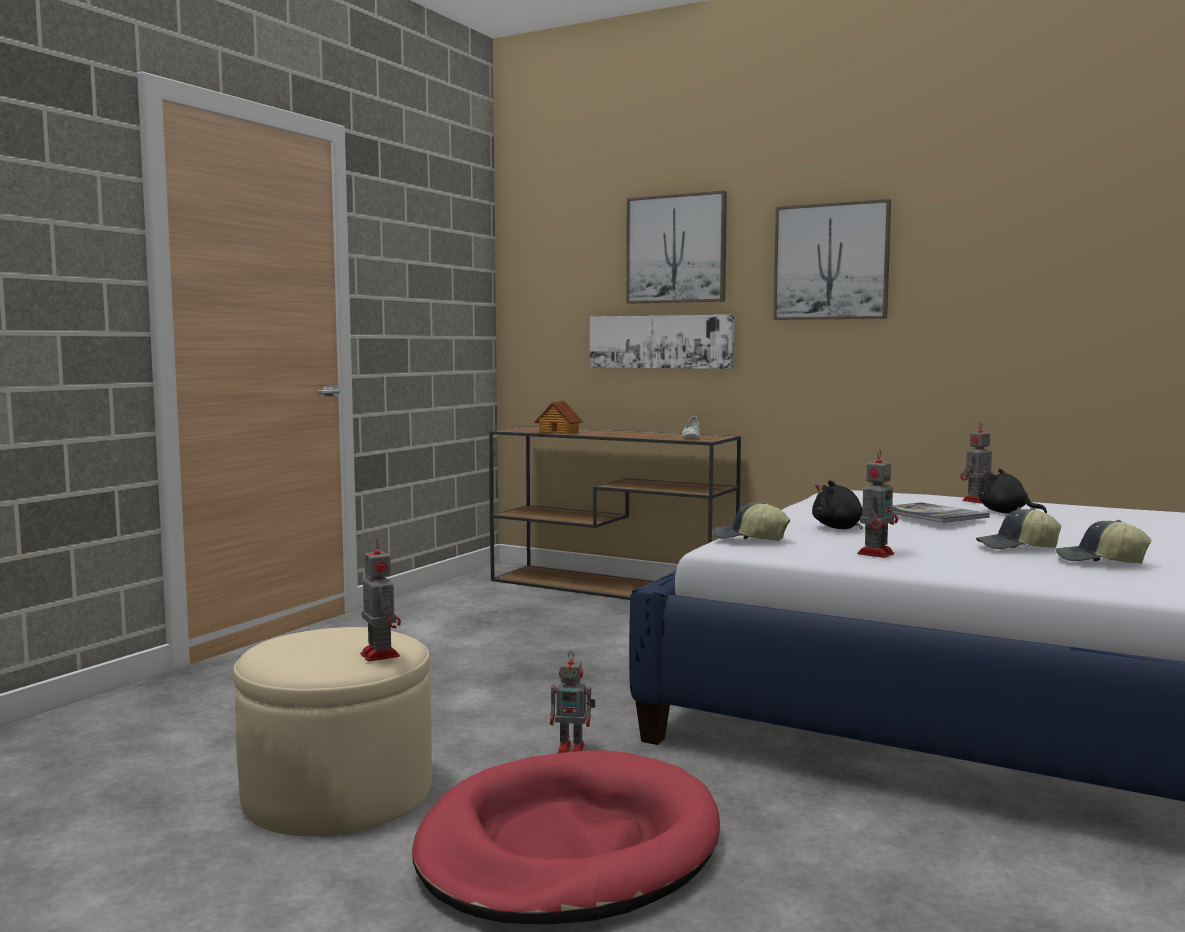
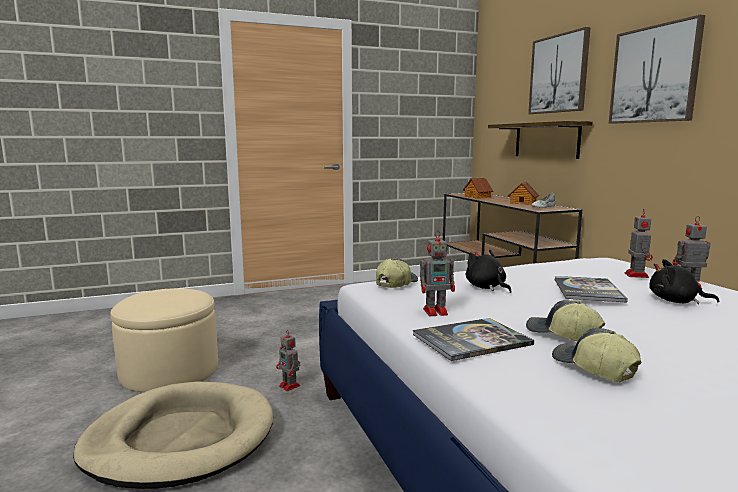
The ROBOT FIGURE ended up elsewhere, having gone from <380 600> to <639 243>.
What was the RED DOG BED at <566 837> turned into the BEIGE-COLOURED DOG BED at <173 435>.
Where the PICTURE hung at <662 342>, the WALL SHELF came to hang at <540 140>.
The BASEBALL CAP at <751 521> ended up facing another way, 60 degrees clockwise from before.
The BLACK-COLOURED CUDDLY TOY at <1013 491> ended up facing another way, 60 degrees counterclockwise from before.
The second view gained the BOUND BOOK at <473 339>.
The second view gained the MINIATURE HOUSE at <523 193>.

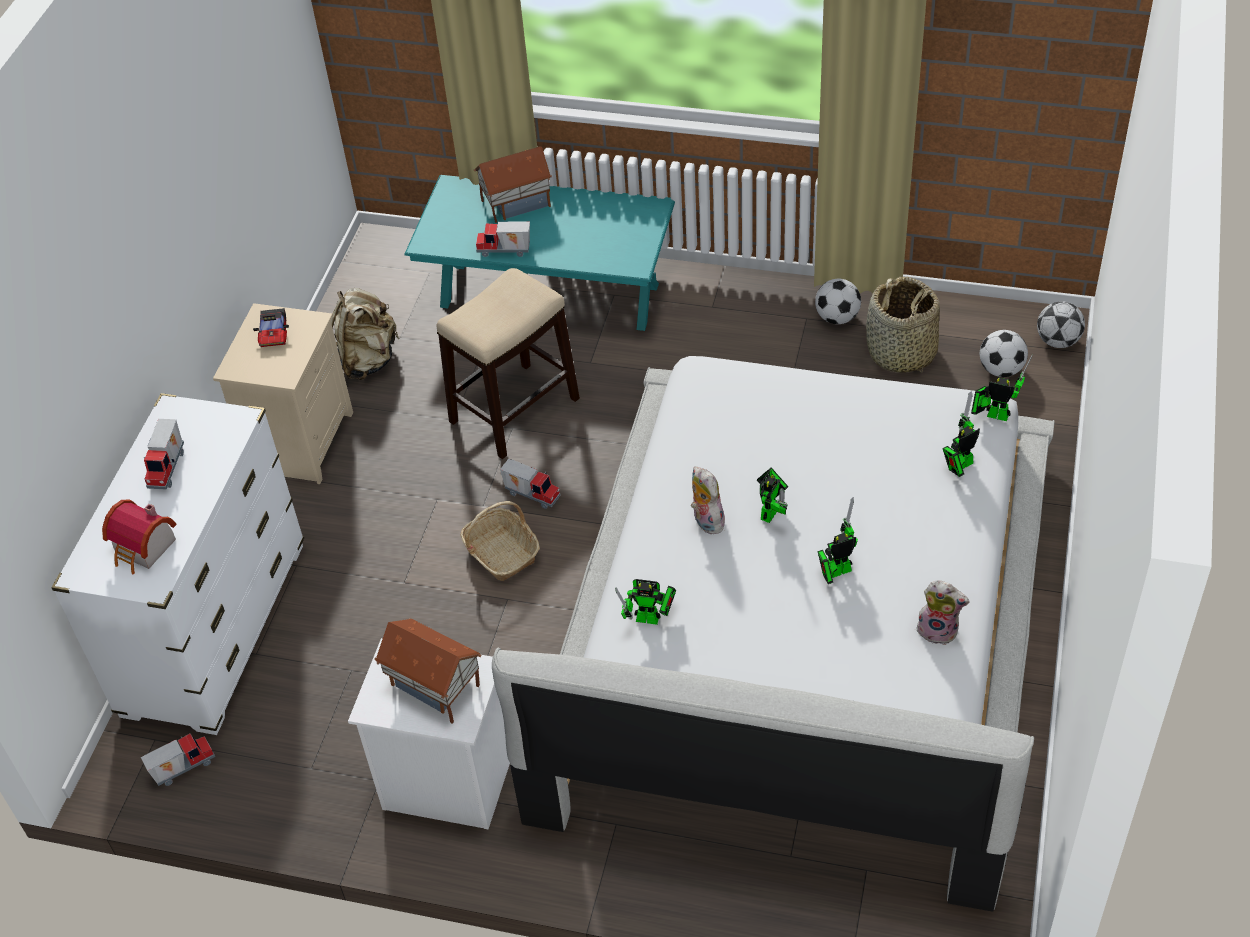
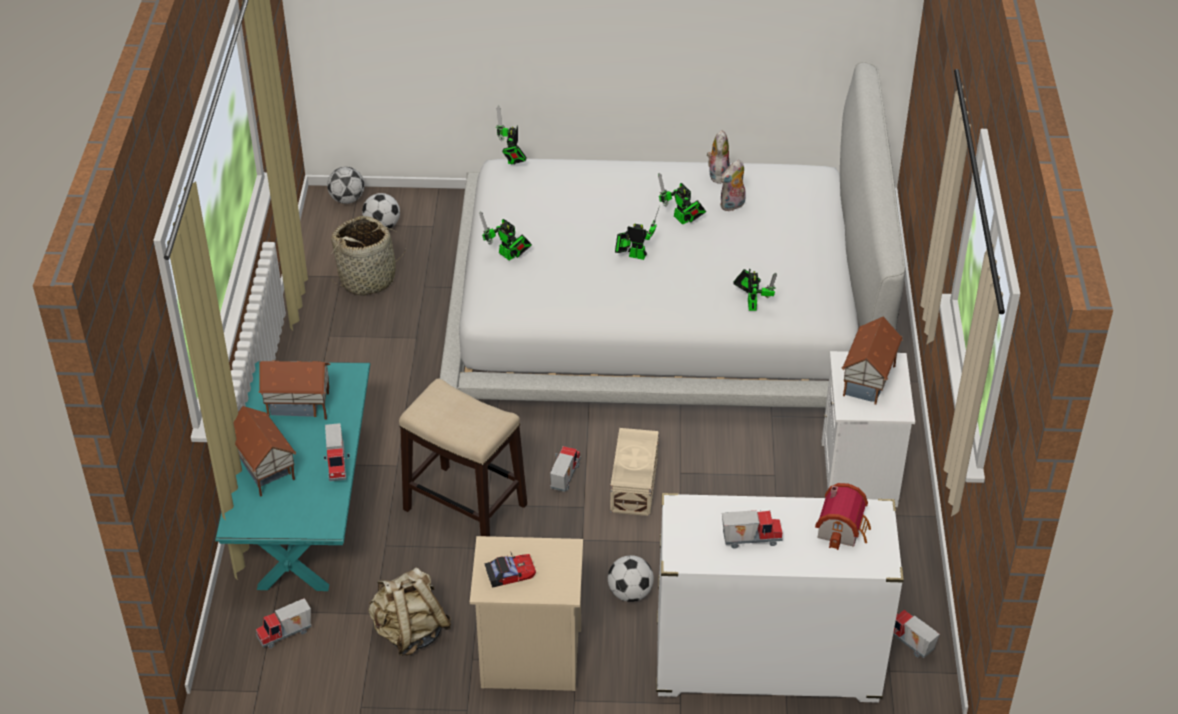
Where the STORAGE BASKET stood at <500 541>, the BEIGE-COLOURED STORAGE BIN came to stand at <634 472>.
The CUDDLY TOY ended up elsewhere, having gone from <708 500> to <733 185>.
The FOOTBALL ended up elsewhere, having gone from <838 301> to <631 578>.
The ROBOT FIGURE ended up elsewhere, having gone from <961 434> to <506 236>.
The second view gained the MODEL TRUCK at <284 623>.
The second view gained the MINIATURE HOUSE at <294 390>.

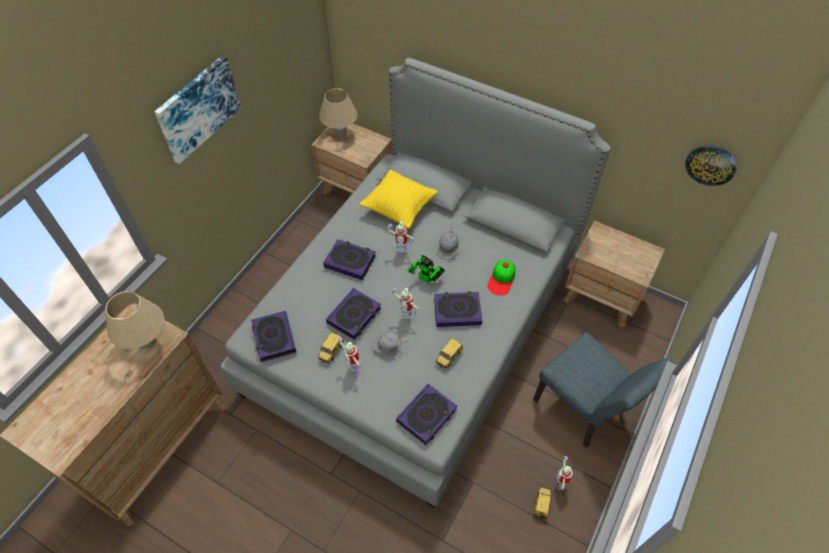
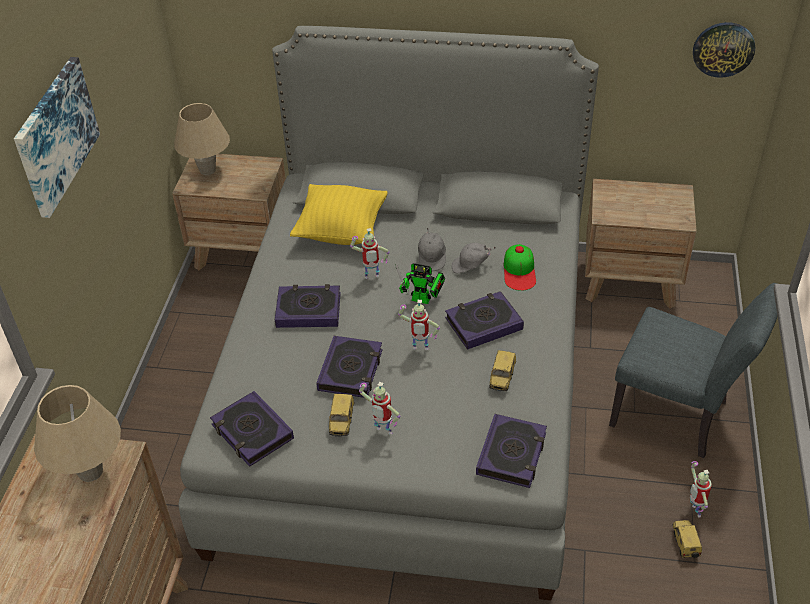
The GREYISH BASEBALL CAP ended up elsewhere, having gone from <389 341> to <474 258>.

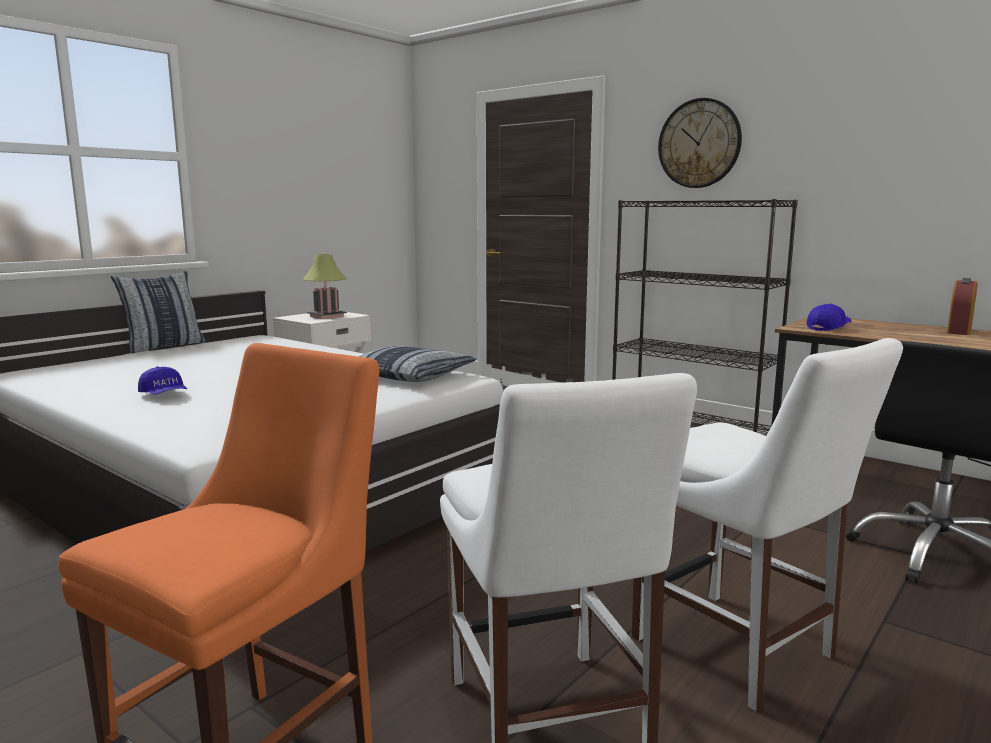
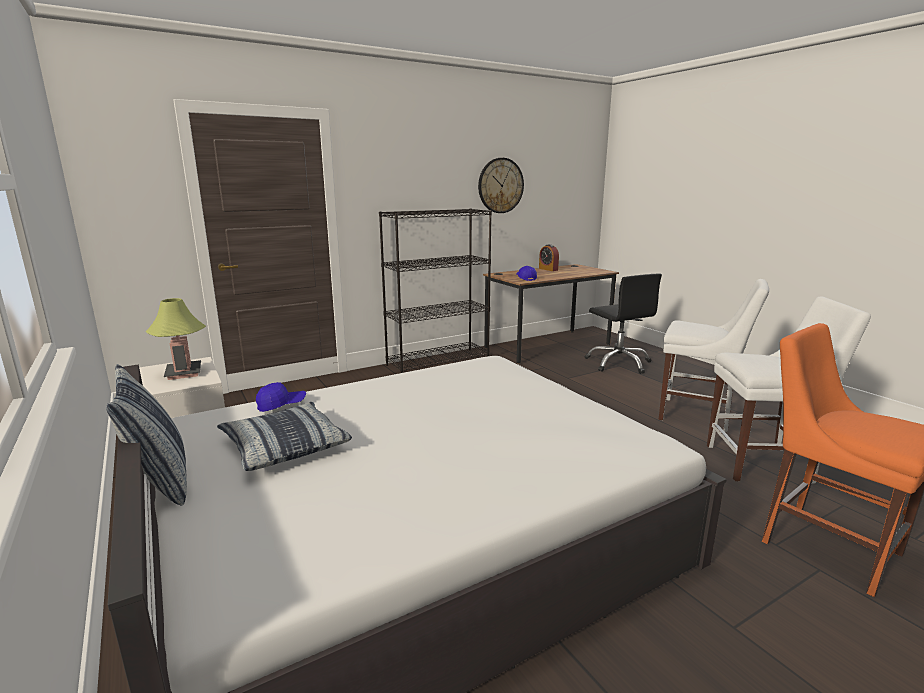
The BLUISH BASEBALL CAP ended up elsewhere, having gone from <162 380> to <281 397>.
The PILLOW ended up elsewhere, having gone from <417 364> to <284 436>.
The WHITE-COLOURED UPRIGHT CHAIR at <767 525> ended up facing another way, 45 degrees clockwise from before.
The WALL CLOCK ended up elsewhere, having gone from <700 143> to <501 185>.

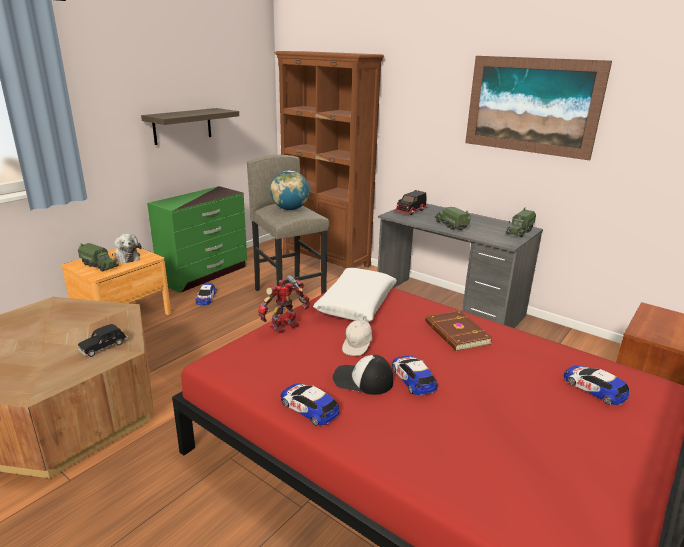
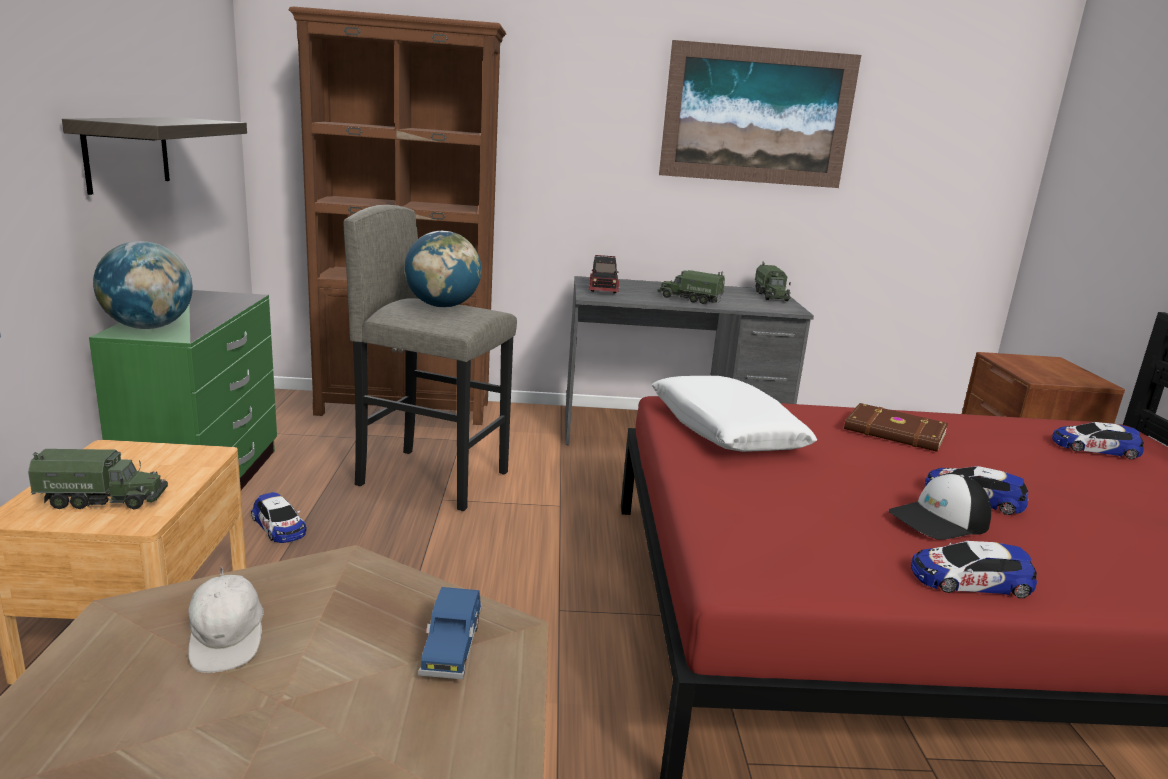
What was the BLACK-COLOURED MINIATURE CAR at <103 340> turned into the BLUISH MINIATURE CAR at <450 633>.
The second view lost the CUDDLY TOY at <128 248>.
The second view lost the ROBOT FIGURE at <284 304>.
The WHITE-COLOURED BASEBALL CAP ended up elsewhere, having gone from <357 336> to <226 619>.
The second view gained the DESK GLOBE at <143 285>.

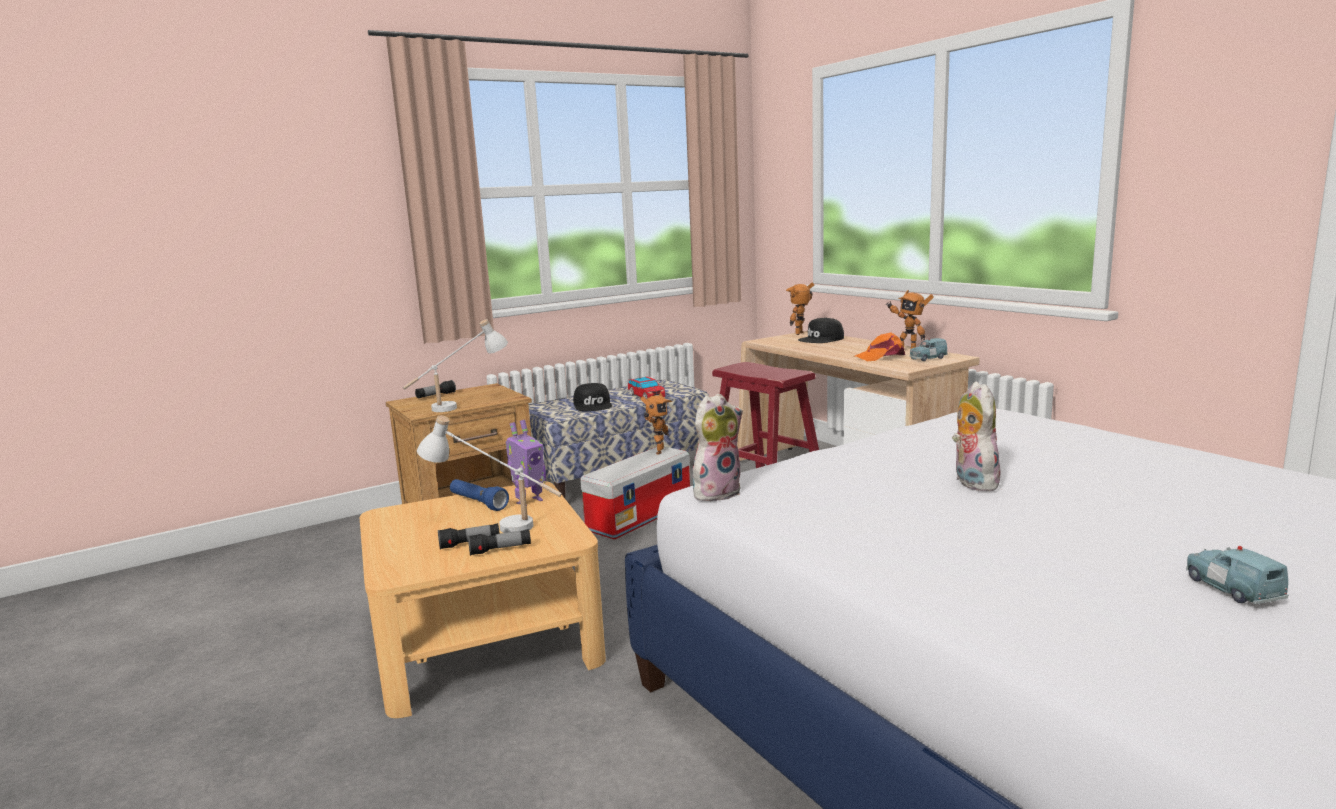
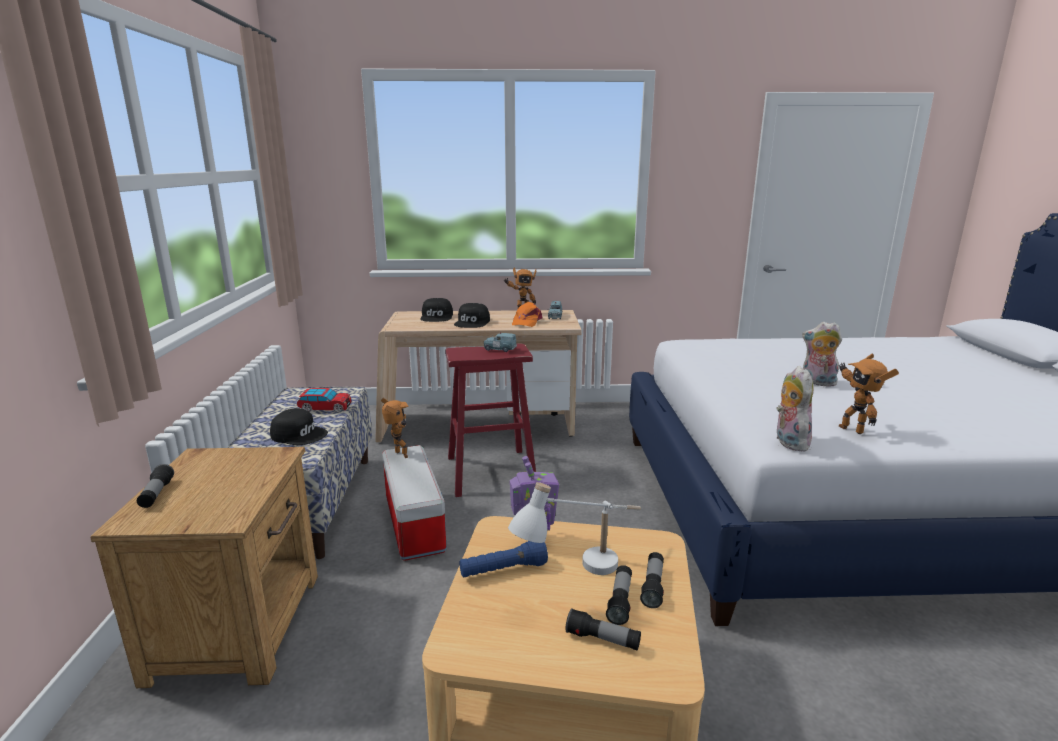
The second view lost the WHITE-COLOURED LAMP FOR A TABLE at <455 365>.
The ROBOT FIGURE ended up elsewhere, having gone from <800 308> to <868 394>.
The BLUISH MINIATURE CAR ended up elsewhere, having gone from <1237 575> to <500 342>.
The second view gained the BLACK-COLOURED BASEBALL CAP at <472 315>.
The second view gained the HAND TORCH at <603 629>.

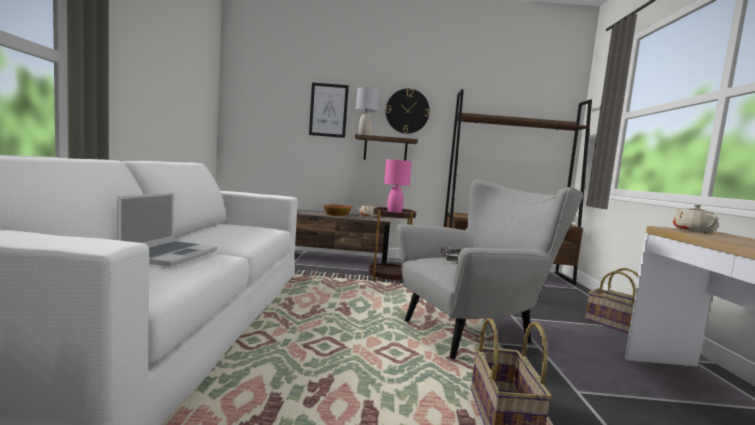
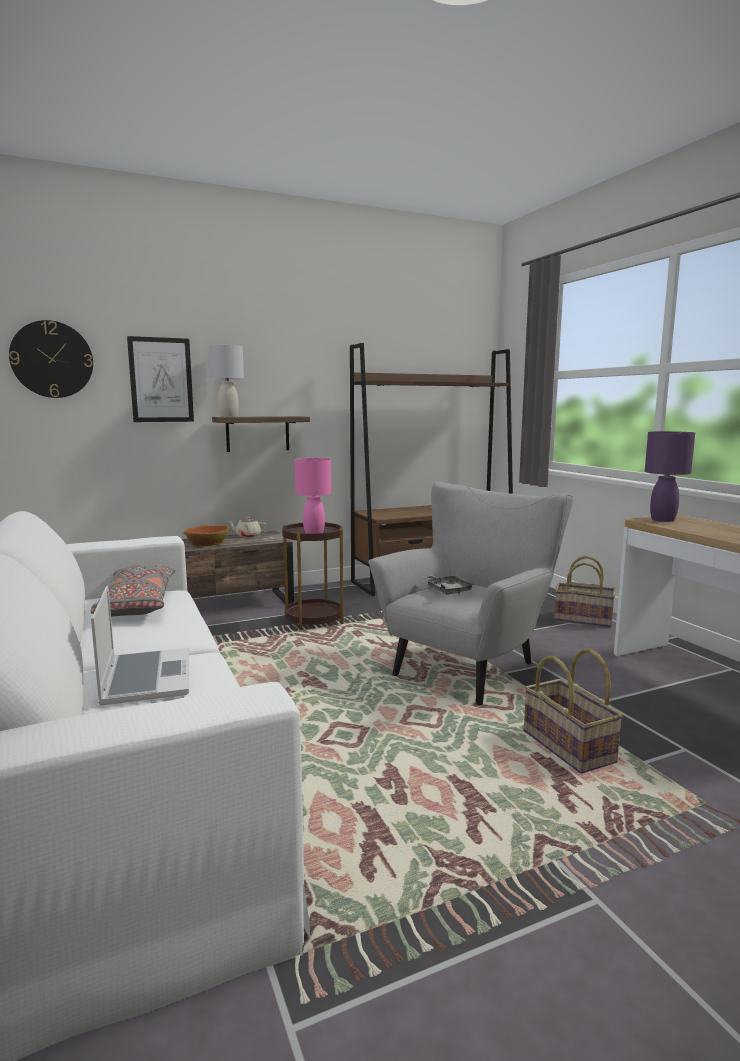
The WALL CLOCK ended up elsewhere, having gone from <408 111> to <51 359>.
Where the BEIGE-COLOURED TEA POT stood at <696 218>, the PURPLISH LAMP FOR A TABLE came to stand at <670 476>.
The second view gained the GREYISH PILLOW at <132 590>.

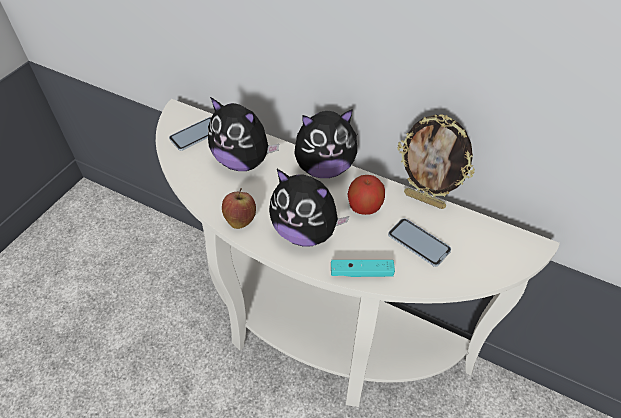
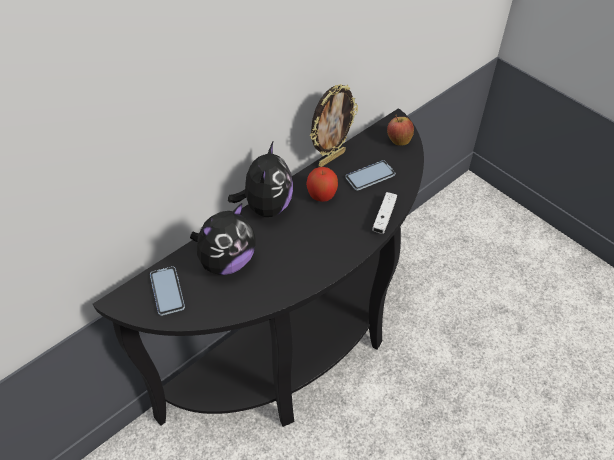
What was the WHITE-COLOURED NARROW TABLE at <358 253> turned into the BLACK-COLOURED NARROW TABLE at <258 267>.
The APPLE FRUIT ended up elsewhere, having gone from <239 208> to <400 130>.
The second view lost the CUDDLY TOY at <309 207>.
What was the BLUE-GREEN GAMEPAD at <363 268> turned into the WHITE-COLOURED GAMEPAD at <384 213>.

